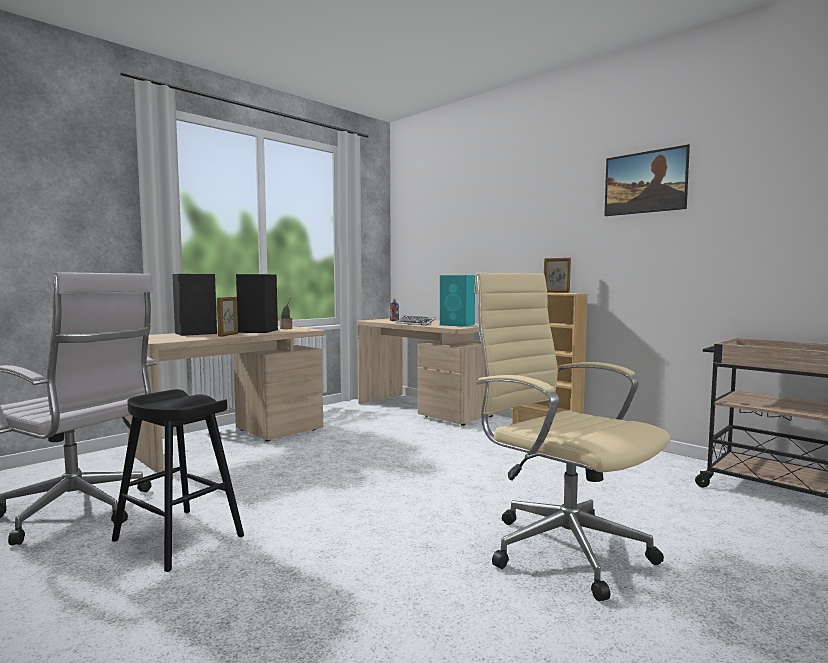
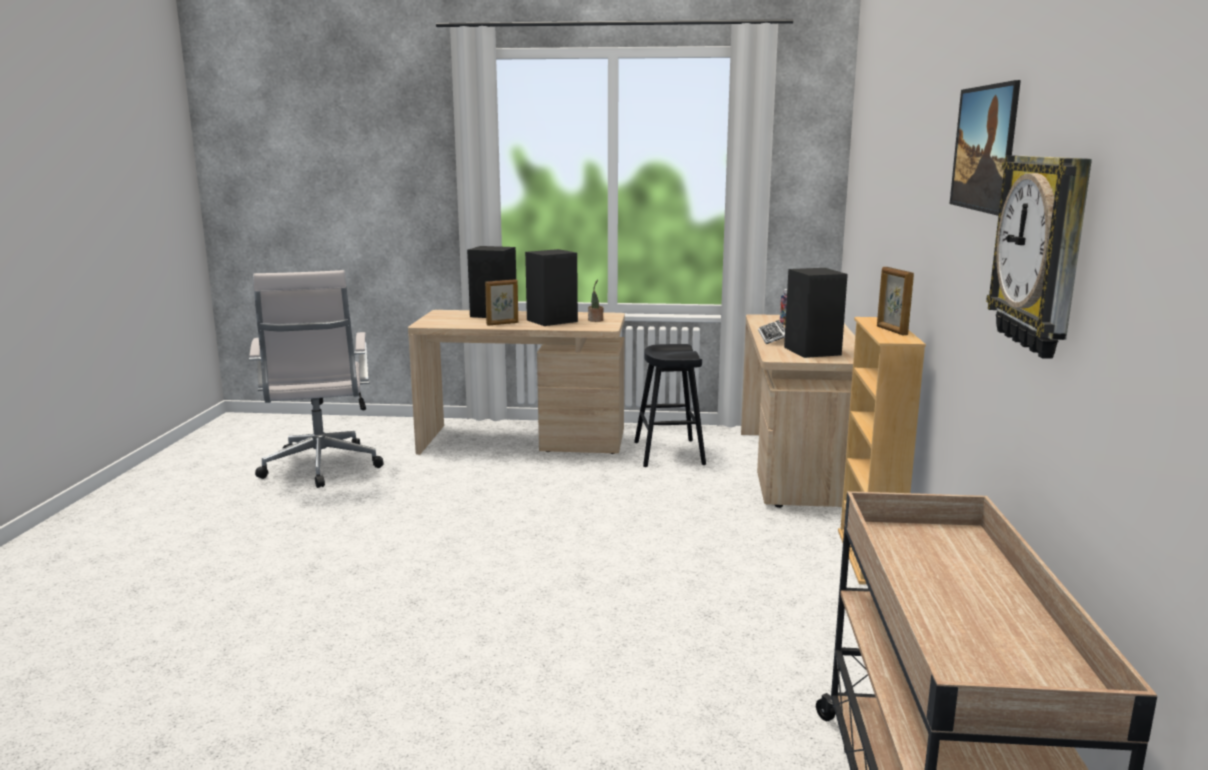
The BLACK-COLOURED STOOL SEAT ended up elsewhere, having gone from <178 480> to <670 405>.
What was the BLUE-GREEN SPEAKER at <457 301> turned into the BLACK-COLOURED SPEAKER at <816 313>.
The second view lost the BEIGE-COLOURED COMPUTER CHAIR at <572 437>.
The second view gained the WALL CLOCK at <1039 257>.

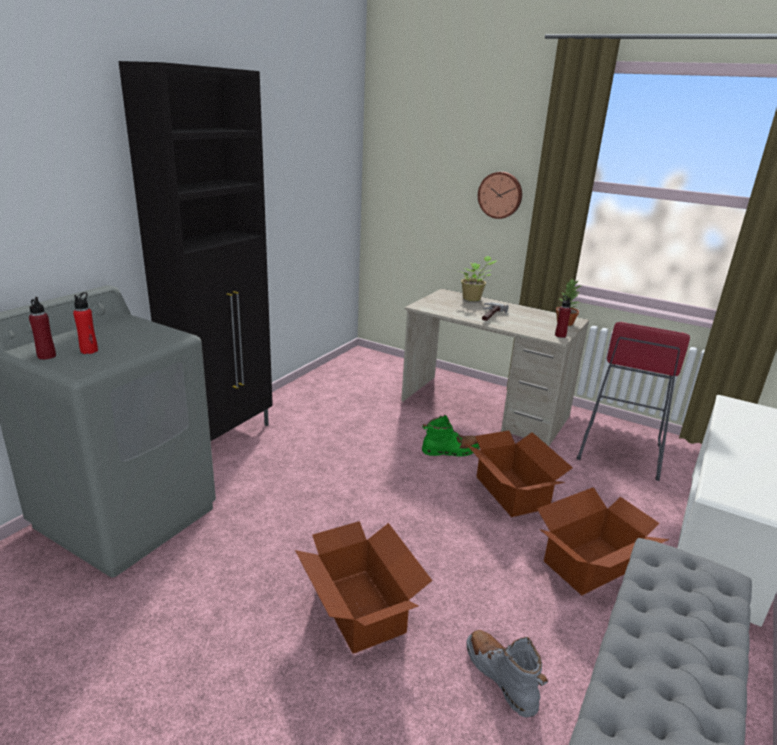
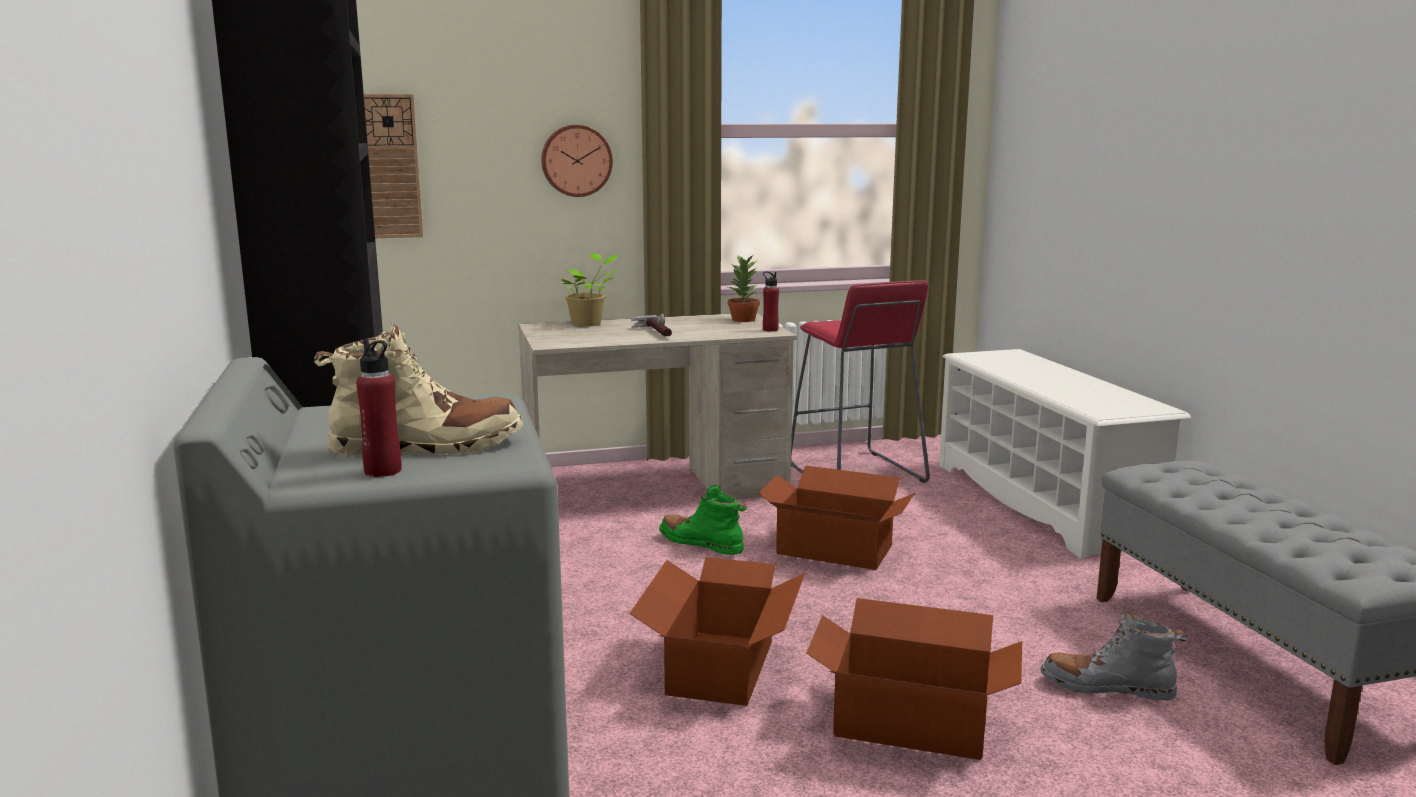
Where the RED DRINK BOTTLE stood at <85 323>, the BEIGE-COLOURED TALL BOOT came to stand at <418 390>.
The GREEN-COLOURED TALL BOOT at <451 436> ended up facing another way, 90 degrees counterclockwise from before.
The CARTON ended up elsewhere, having gone from <603 541> to <717 631>.
The second view gained the WALL CLOCK at <393 166>.

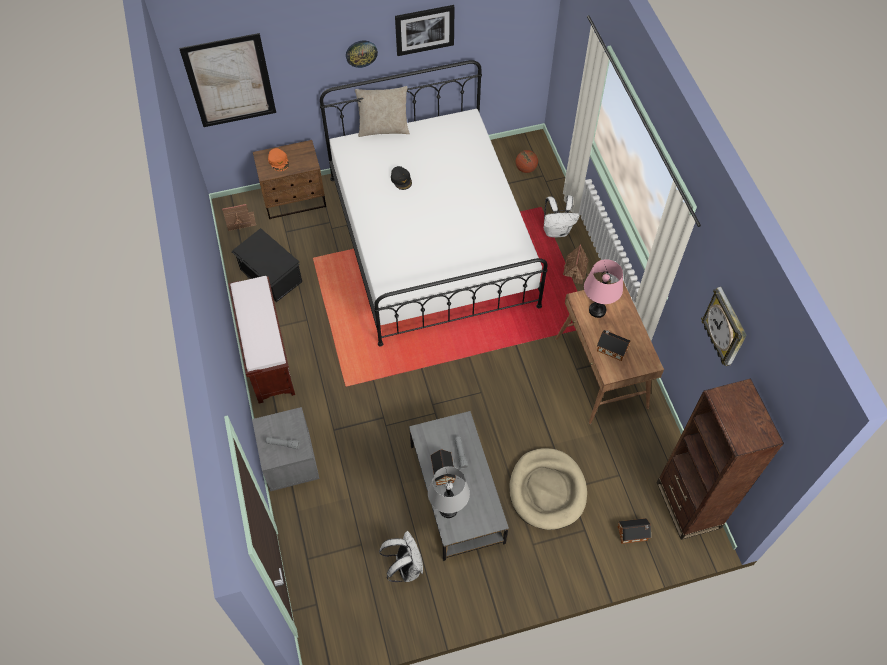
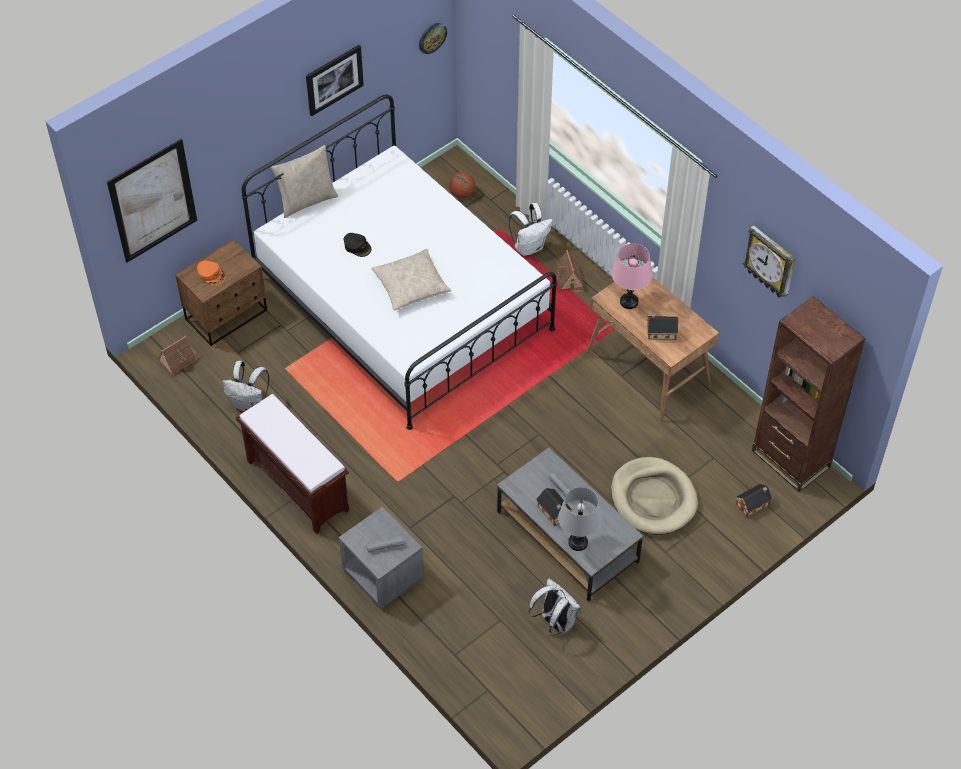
Where the BLACK-COLOURED STORAGE BIN stood at <267 265>, the WHITE-COLOURED KNAPSACK came to stand at <245 386>.
The WALL CLOCK ended up elsewhere, having gone from <362 54> to <433 38>.
The second view gained the BEIGE-COLOURED PILLOW at <411 280>.

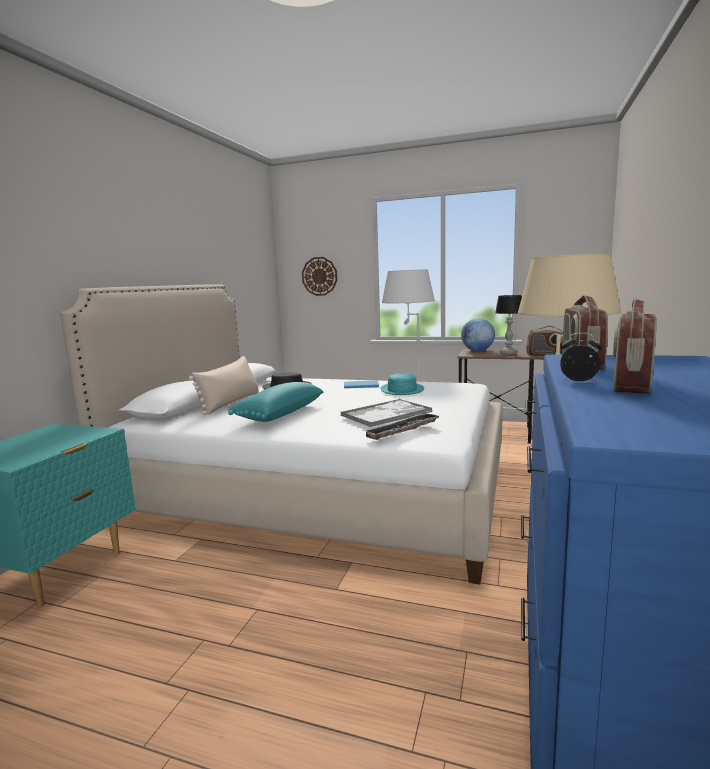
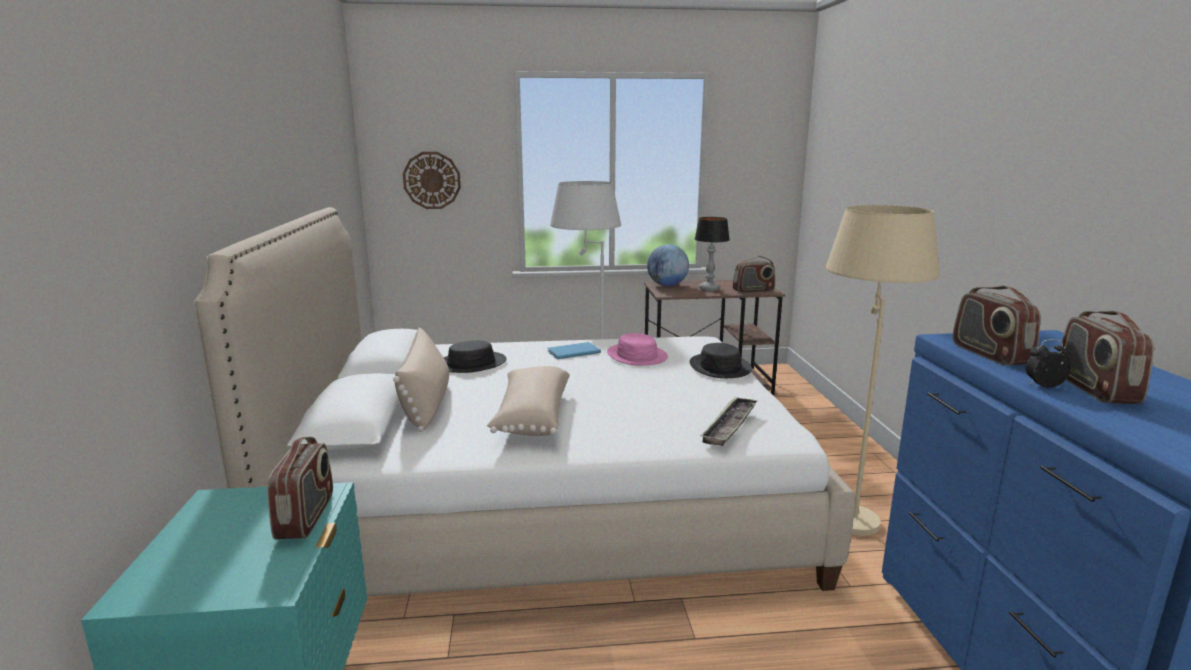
What was the BLUE-GREEN PILLOW at <275 402> turned into the BEIGE-COLOURED PILLOW at <528 401>.
The second view lost the SERVING TRAY at <386 413>.
What was the BLUE-GREEN WEARABLE HAT at <402 384> turned into the PINK-COLOURED WEARABLE HAT at <637 349>.
The second view gained the RADIO RECEIVER at <300 488>.
The second view gained the BLACK-COLOURED WEARABLE HAT at <721 360>.

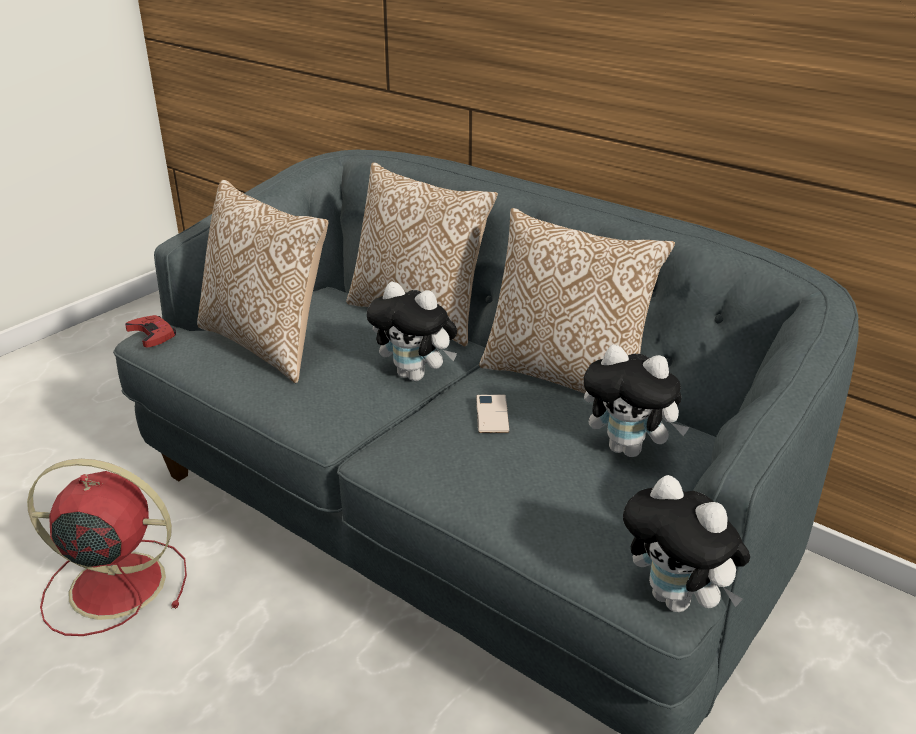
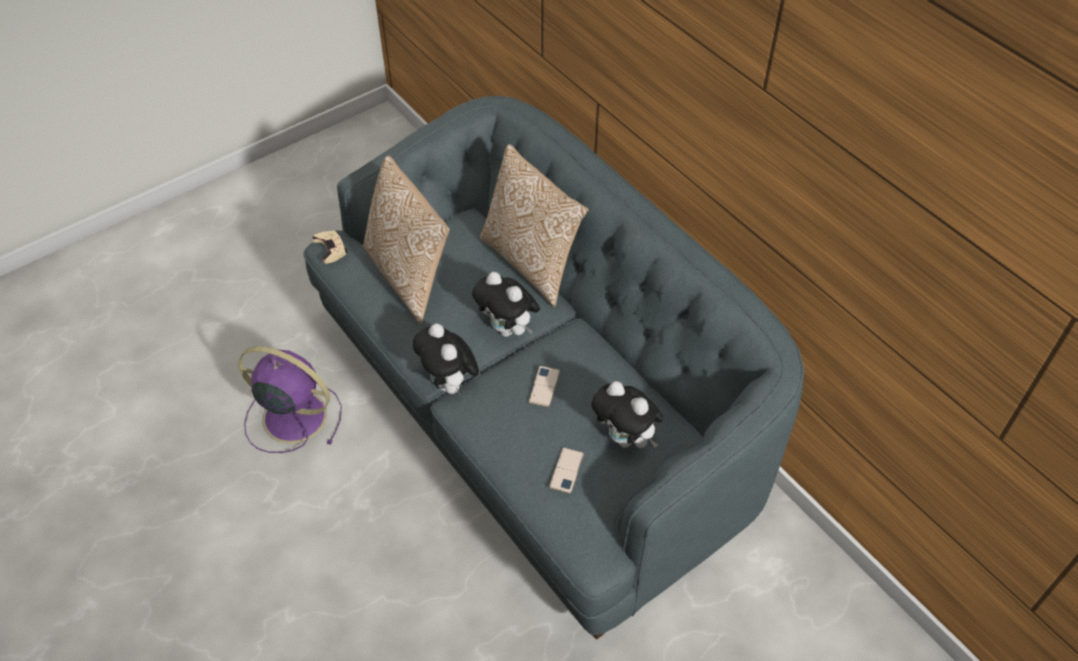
What was the RED COOLING FAN at <107 547> turned into the PURPLISH COOLING FAN at <290 399>.
What was the RED GAMEPAD at <150 331> turned into the BEIGE-COLOURED GAMEPAD at <329 247>.
The second view lost the PILLOW at <577 301>.
The CUDDLY TOY ended up elsewhere, having gone from <686 543> to <446 359>.
The second view gained the HANDSET at <566 470>.

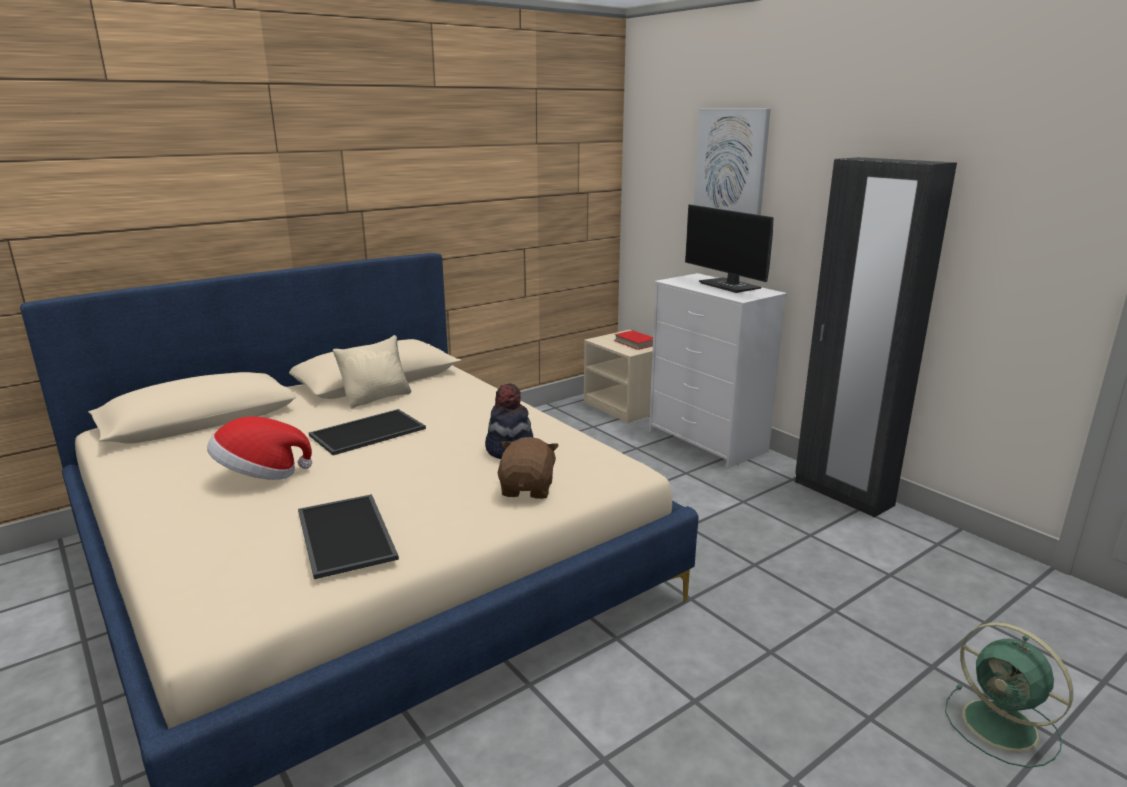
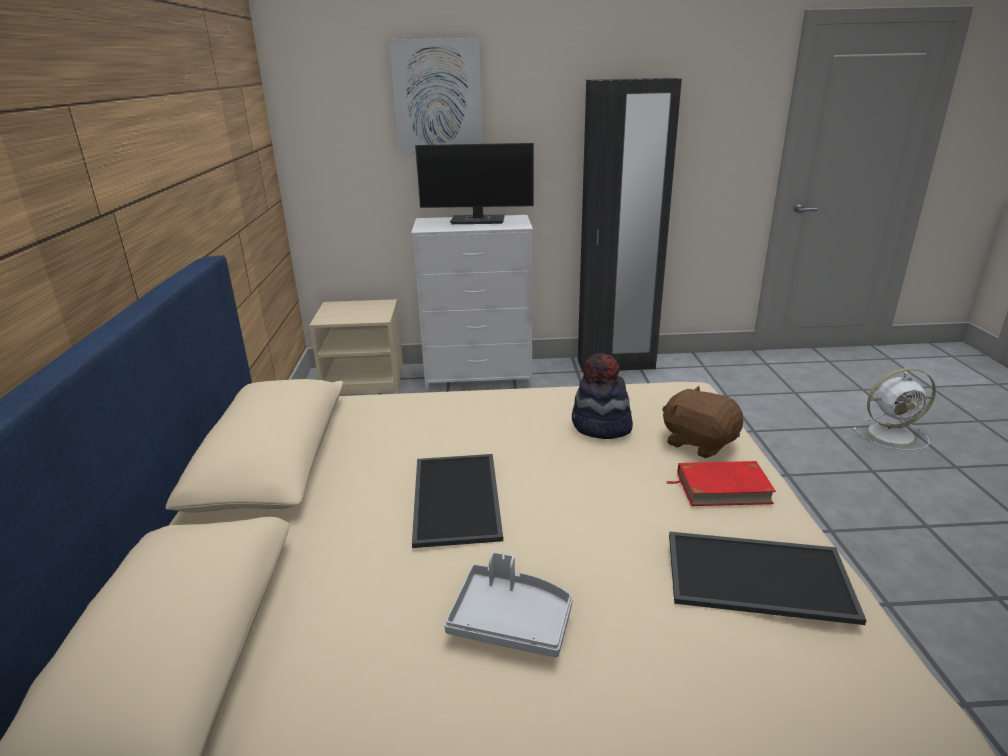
Where the WEARABLE HAT stood at <259 448>, the GREYISH SERVING TRAY came to stand at <508 604>.
The second view lost the BEIGE-COLOURED PILLOW at <372 372>.
The RED BOUND BOOK ended up elsewhere, having gone from <633 340> to <721 483>.
What was the GREEN-COLOURED COOLING FAN at <1009 695> turned into the WHITE-COLOURED COOLING FAN at <894 409>.

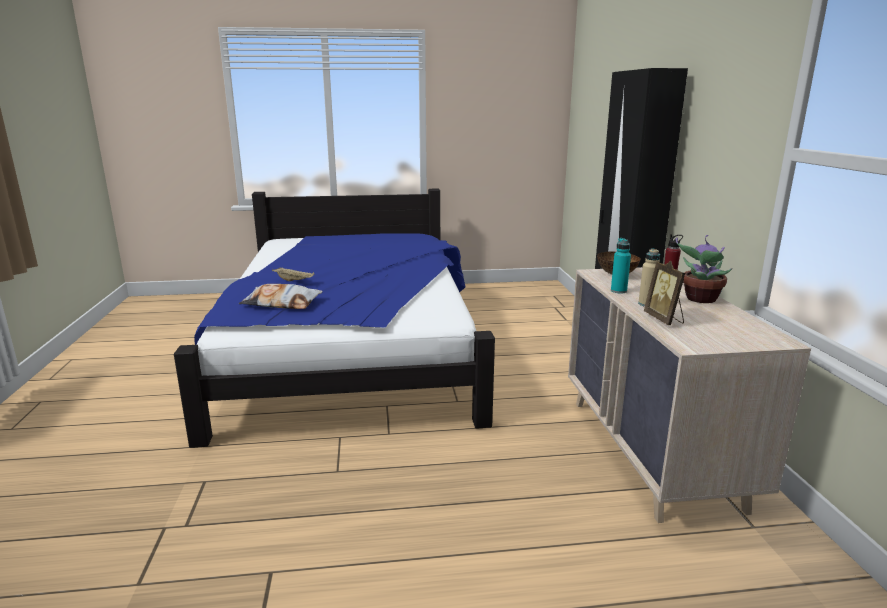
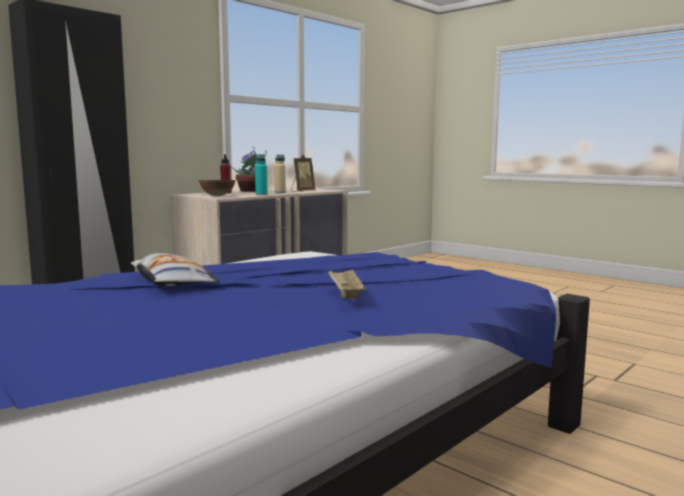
The PILLOW ended up elsewhere, having gone from <280 296> to <175 269>.

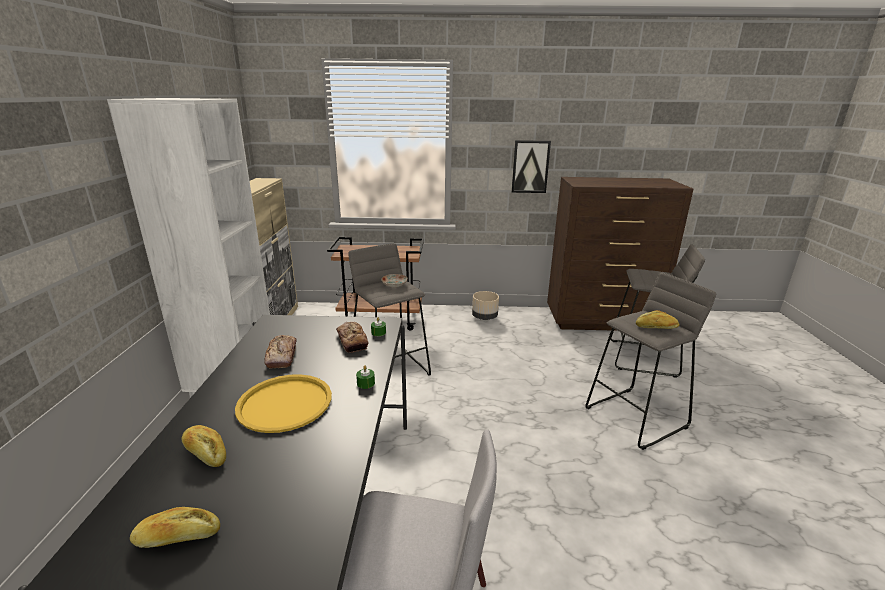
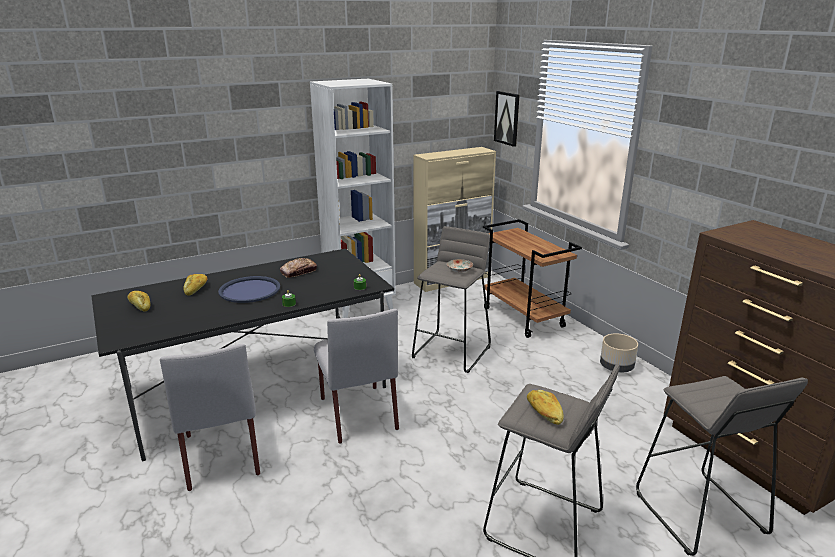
What was the YELLOWISH SERVING TRAY at <283 403> turned into the BLUISH SERVING TRAY at <249 289>.
The second view lost the BREAD at <352 337>.
The PICTURE ended up elsewhere, having gone from <531 166> to <507 119>.
The second view gained the GREYISH UPRIGHT CHAIR at <356 376>.

